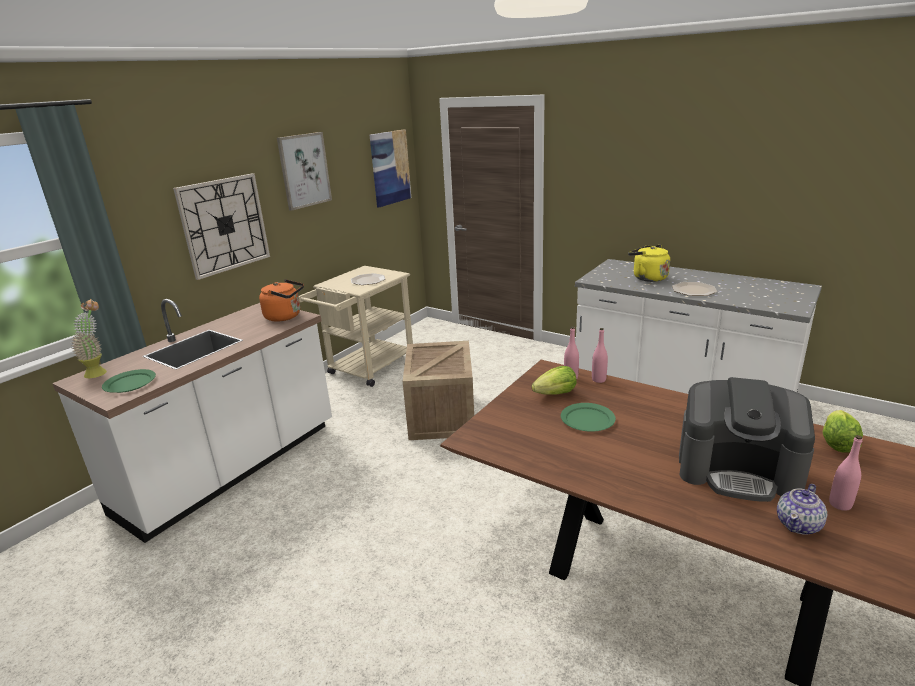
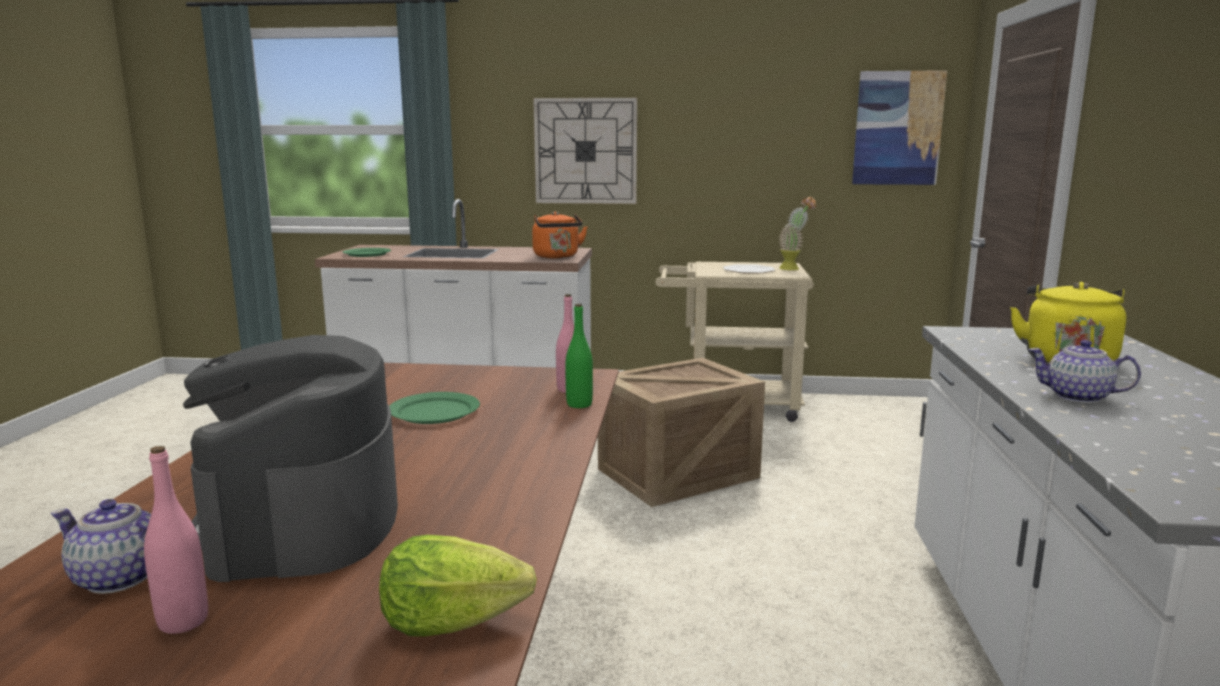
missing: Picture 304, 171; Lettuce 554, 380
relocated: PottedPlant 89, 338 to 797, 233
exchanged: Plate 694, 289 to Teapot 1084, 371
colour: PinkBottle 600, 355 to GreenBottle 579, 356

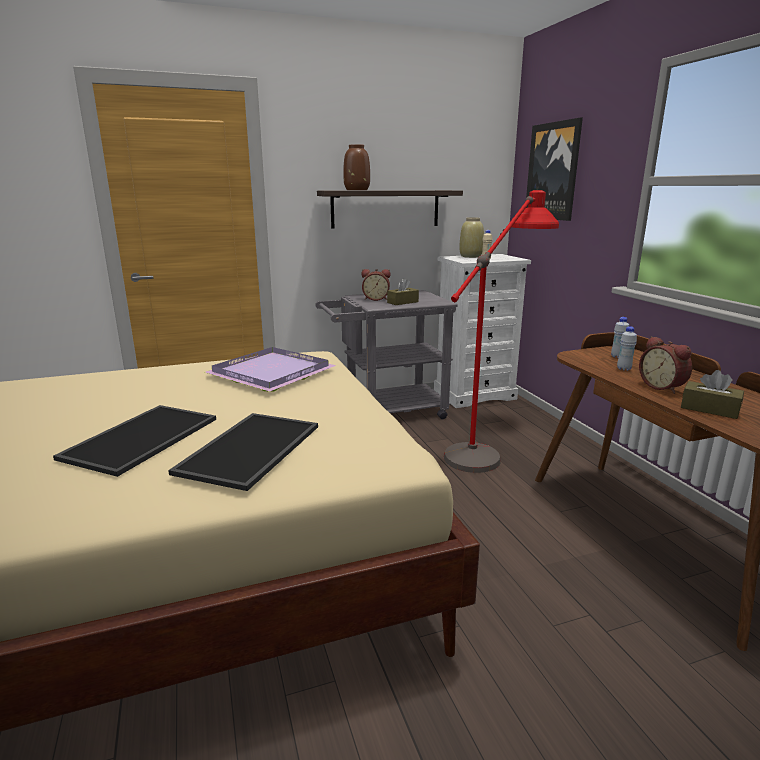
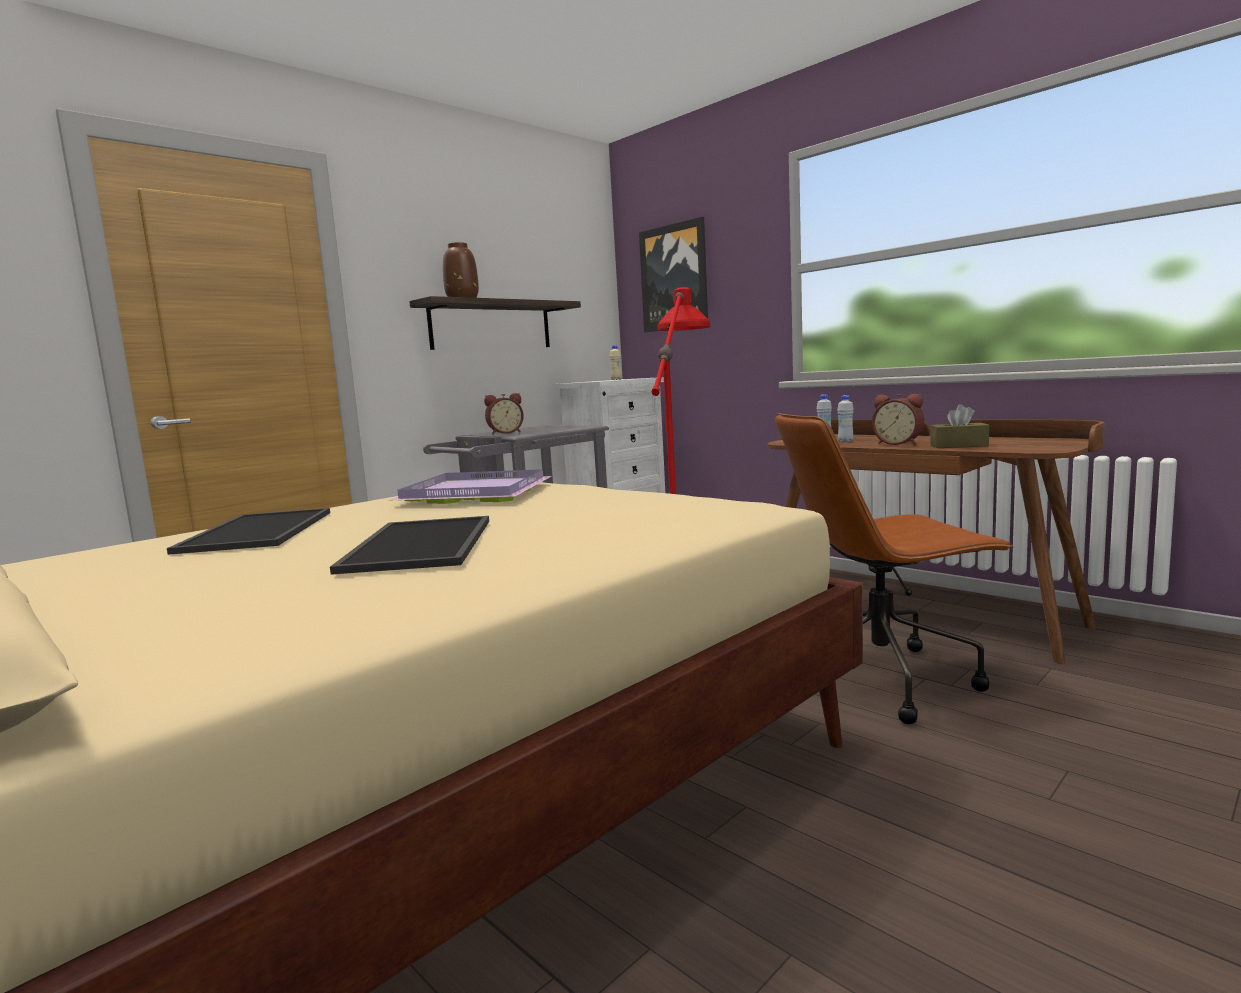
missing: BrownTissueBox 403, 291; BeigeVase 472, 237
appeared: BrownOfficeChair 894, 568
relocated: Tray 243, 452 to 248, 531

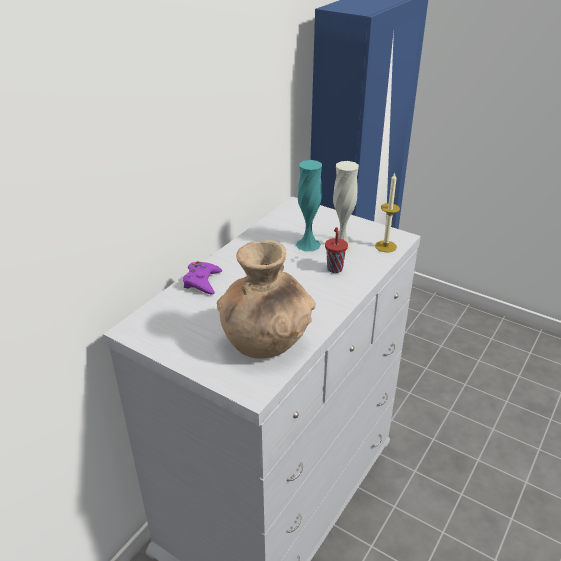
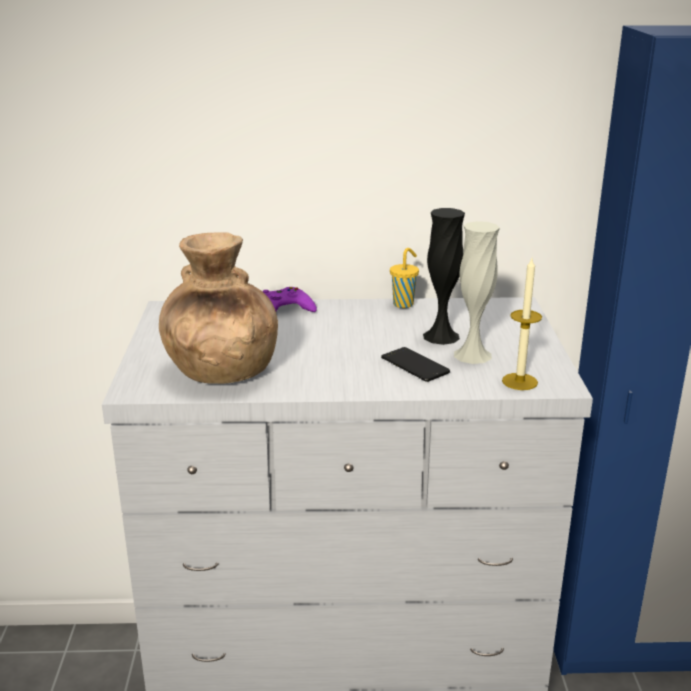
appeared: YellowCup 404, 278
exchanged: RedCup 336, 250 to Phone 415, 364
colour: TurquoiseVase 309, 205 to BlackVase 444, 276

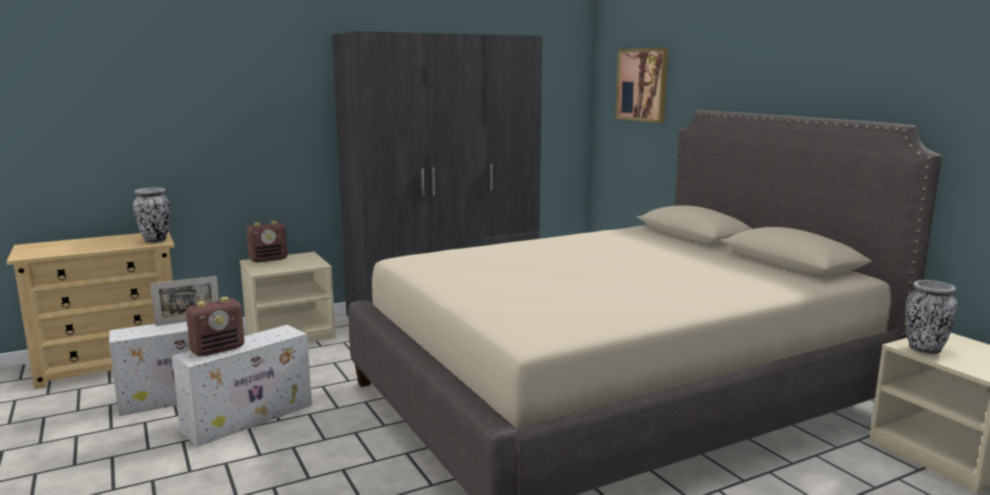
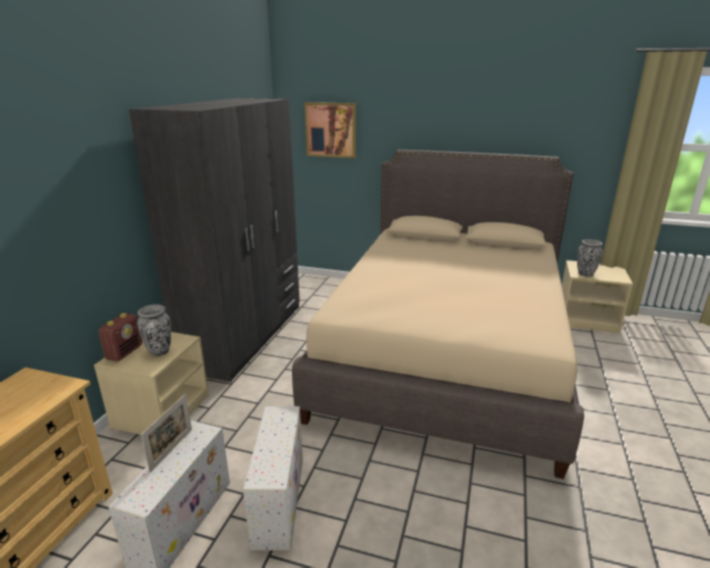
missing: Radio 215, 326
relocated: Vase 151, 215 to 154, 330

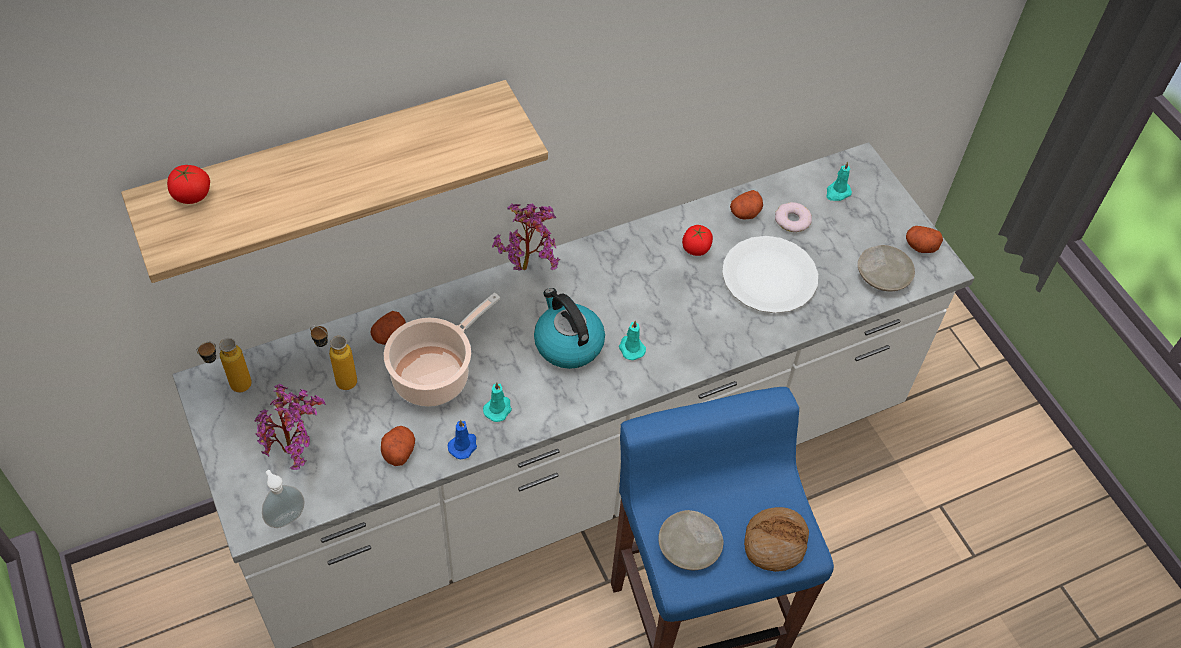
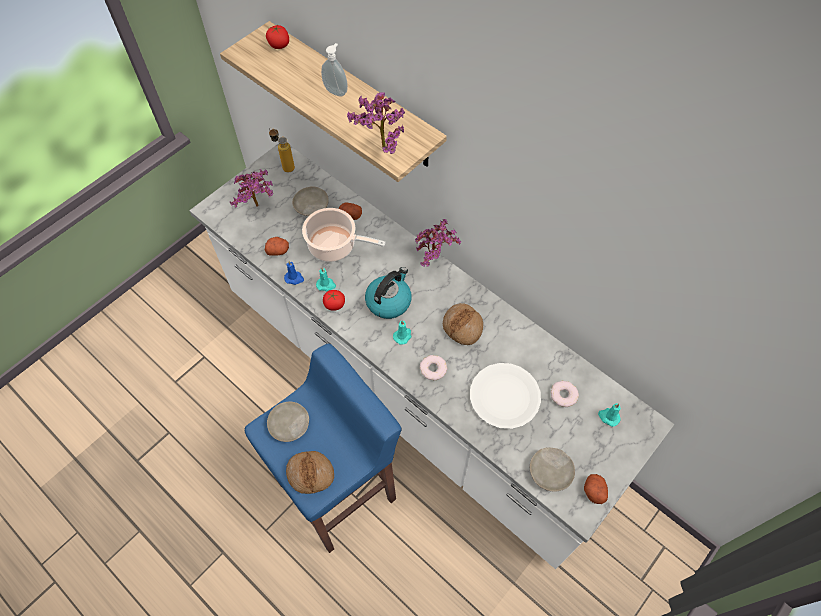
missing: Potato 746, 204
appeared: PottedPlant 376, 123; Donut 433, 368; Bread 463, 324
relocated: SoapDispenser 283, 499 to 334, 70; Tomato 697, 240 to 334, 300
exchanged: Bottle 333, 358 to BeigePlate 310, 201

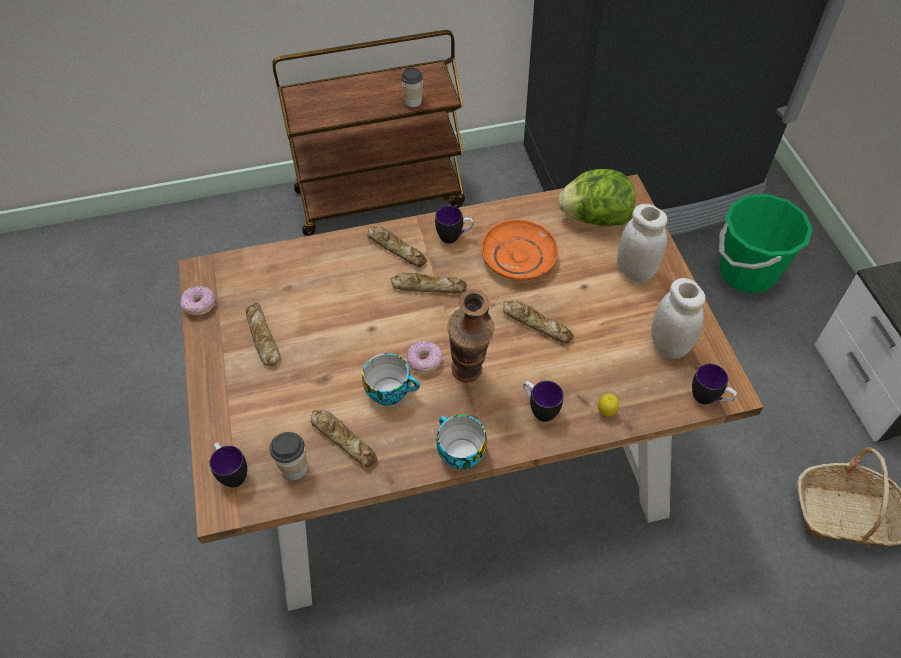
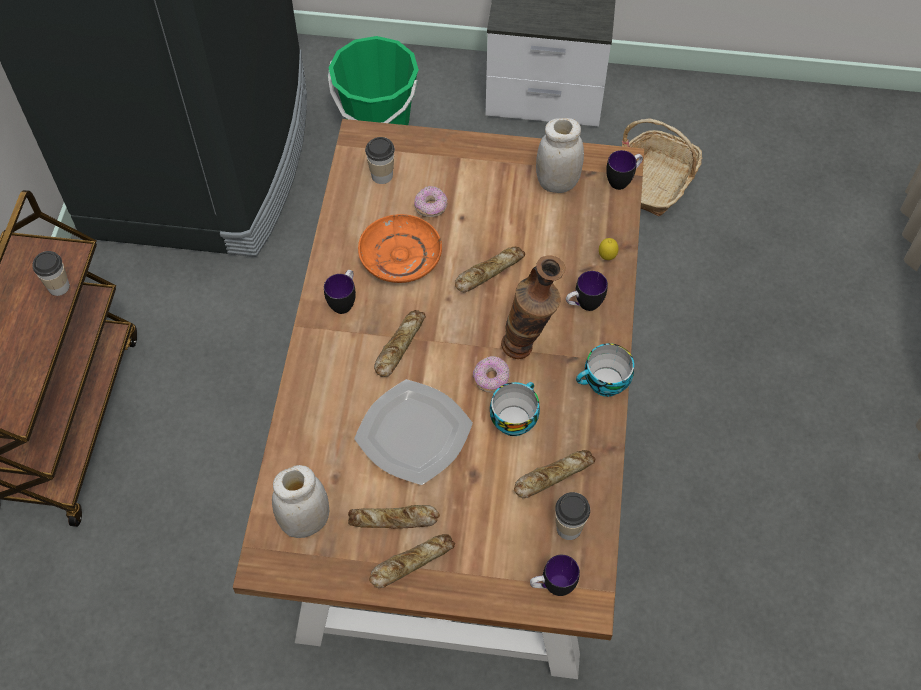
appeared: Plate 413, 432
relocated: Donut 197, 301 to 431, 202; Bread 397, 246 to 412, 561; WhiteJar 642, 243 to 300, 501
exchanged: Lettuce 596, 197 to Cup 380, 160

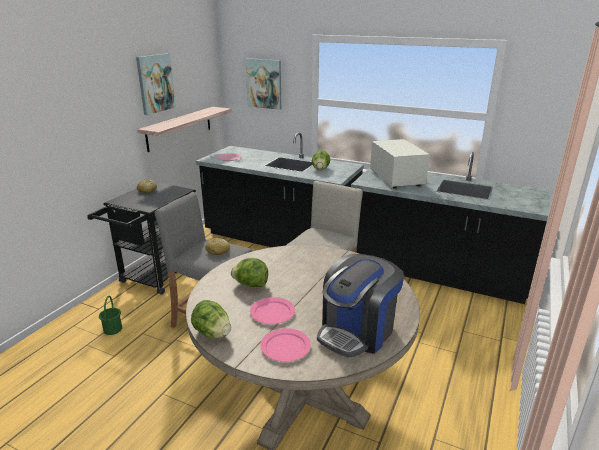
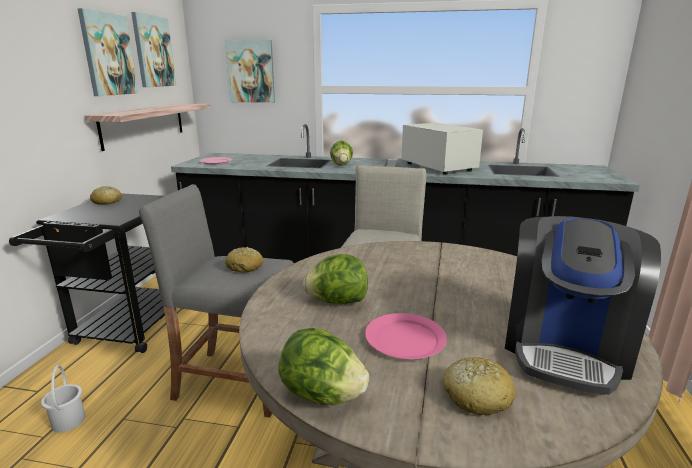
appeared: Picture 153, 49
exchanged: PinkPlate 285, 345 to Bread 479, 386
colour: GreenBucket 110, 315 to WhiteBucket 63, 399

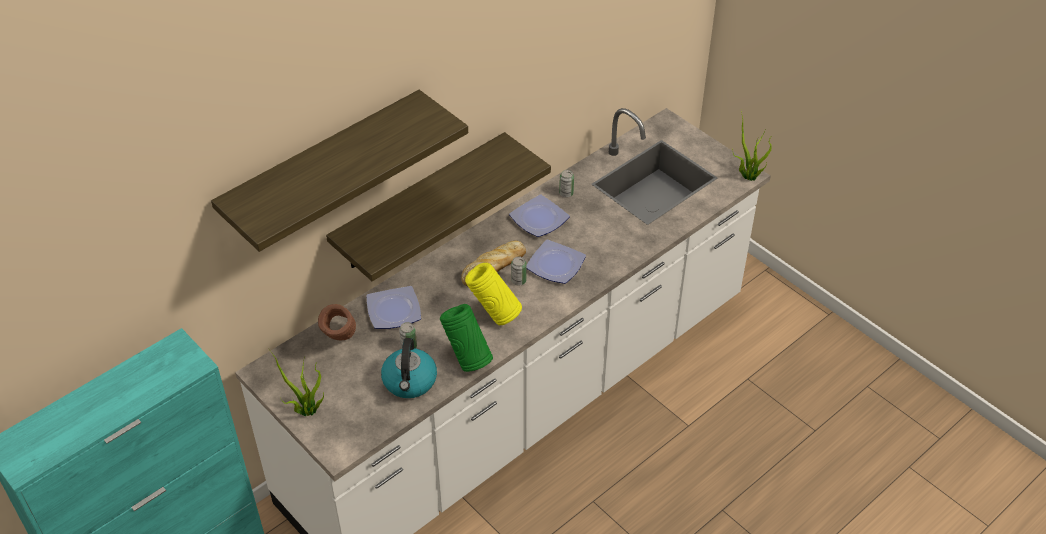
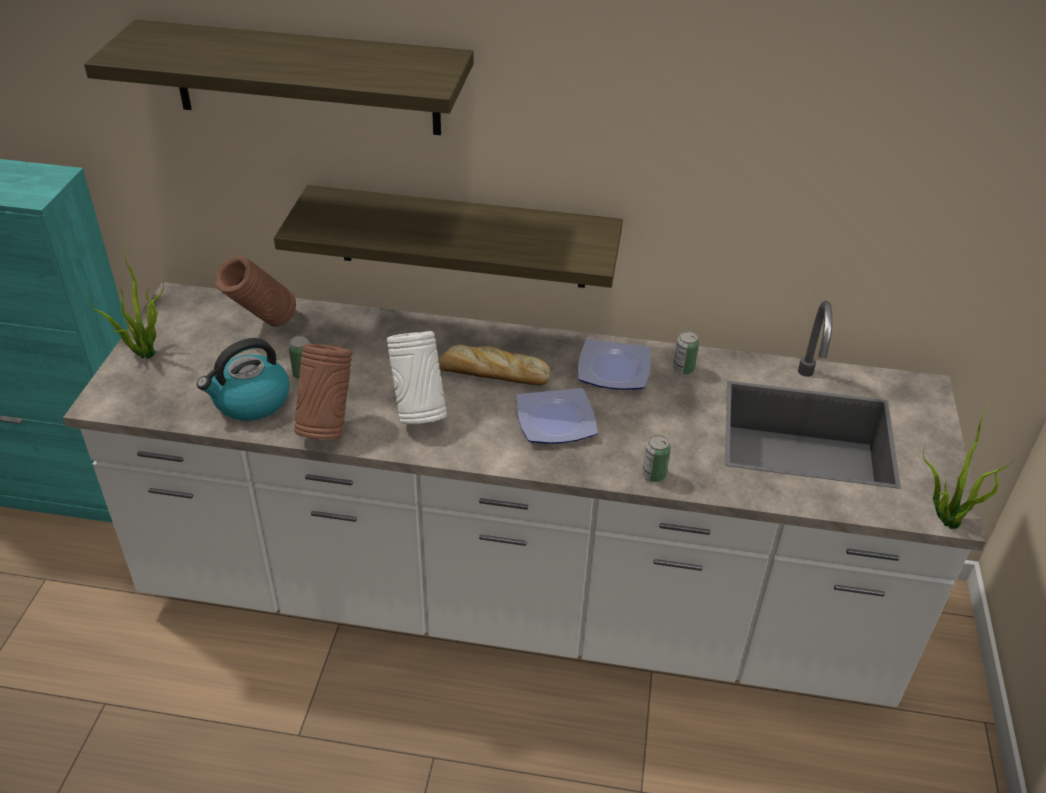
missing: Plate 393, 307
relocated: Can 519, 271 to 656, 458
colour: GreenVase 466, 338 to BrownVase 323, 392; YellowVase 493, 294 to WhiteVase 417, 377

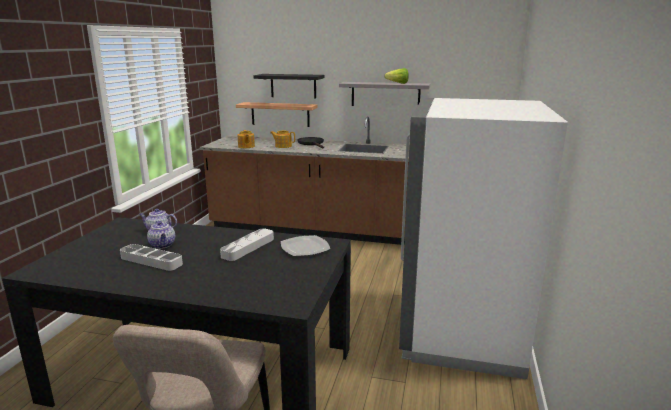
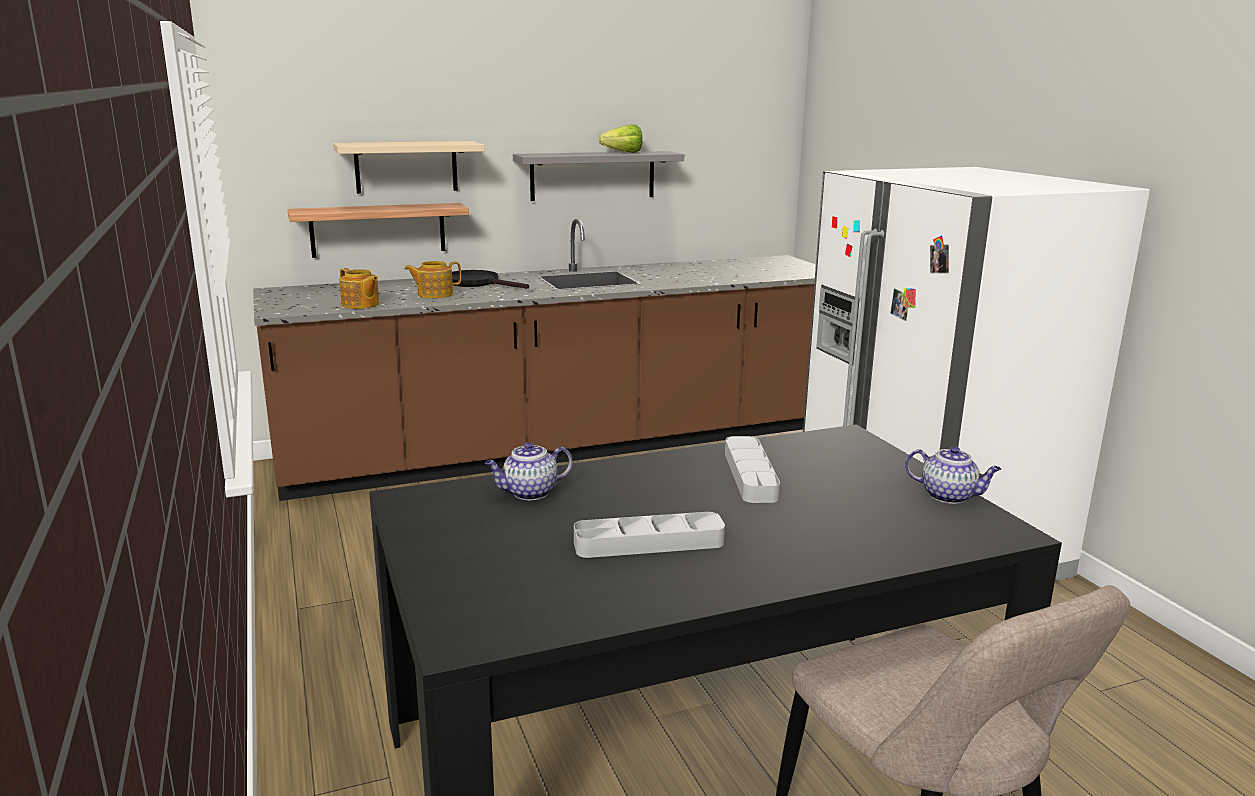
missing: Plate 305, 245
relocated: Teapot 161, 234 to 953, 475
colour: BlackShelf 289, 86 to BeigeShelf 408, 167

